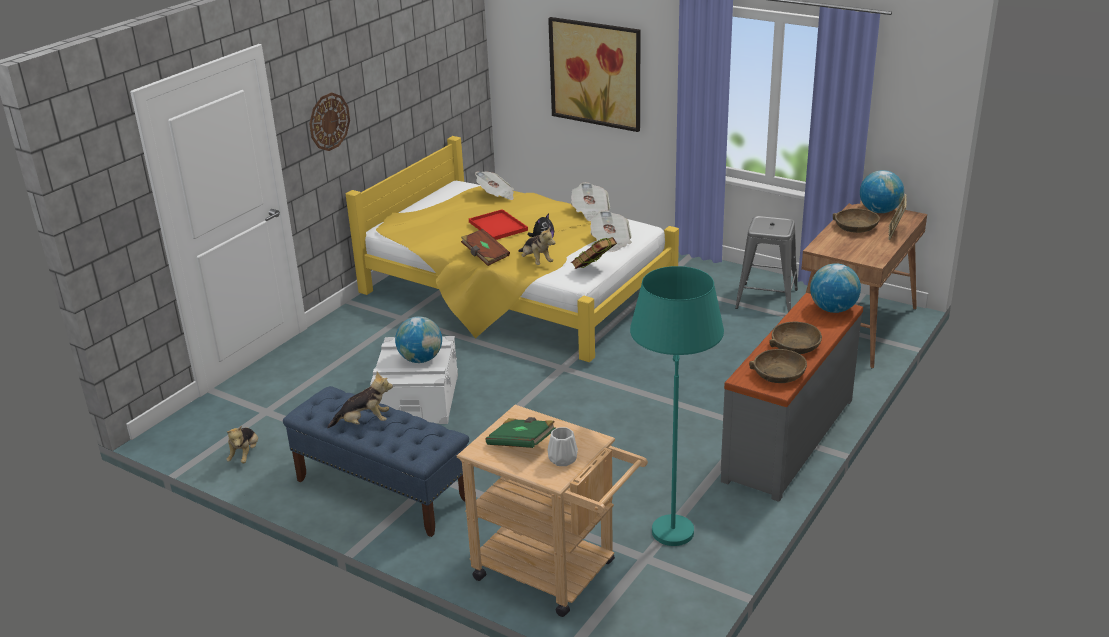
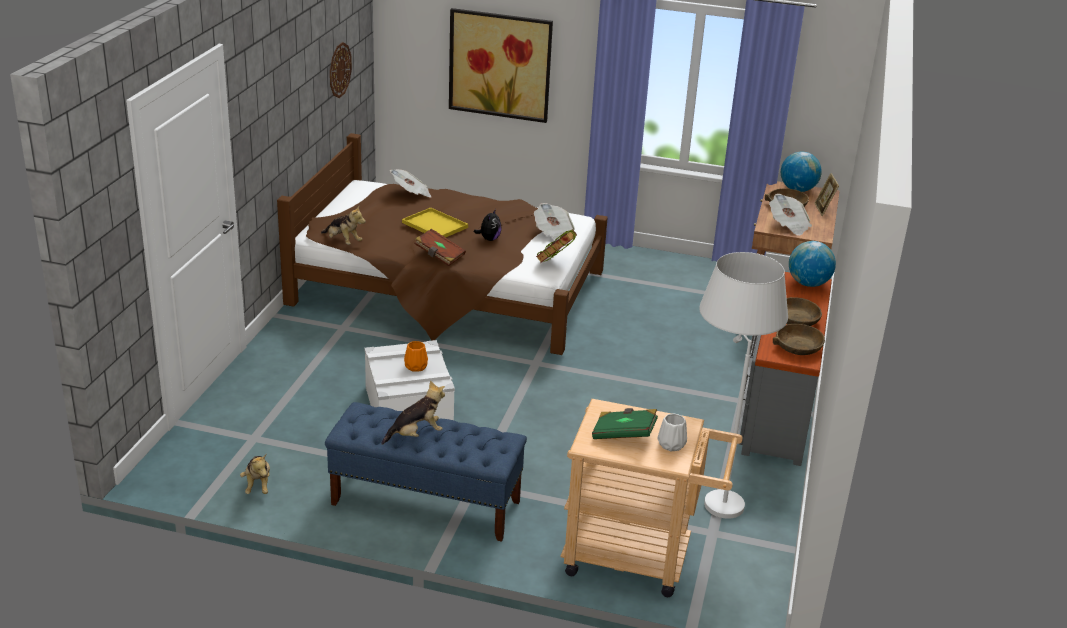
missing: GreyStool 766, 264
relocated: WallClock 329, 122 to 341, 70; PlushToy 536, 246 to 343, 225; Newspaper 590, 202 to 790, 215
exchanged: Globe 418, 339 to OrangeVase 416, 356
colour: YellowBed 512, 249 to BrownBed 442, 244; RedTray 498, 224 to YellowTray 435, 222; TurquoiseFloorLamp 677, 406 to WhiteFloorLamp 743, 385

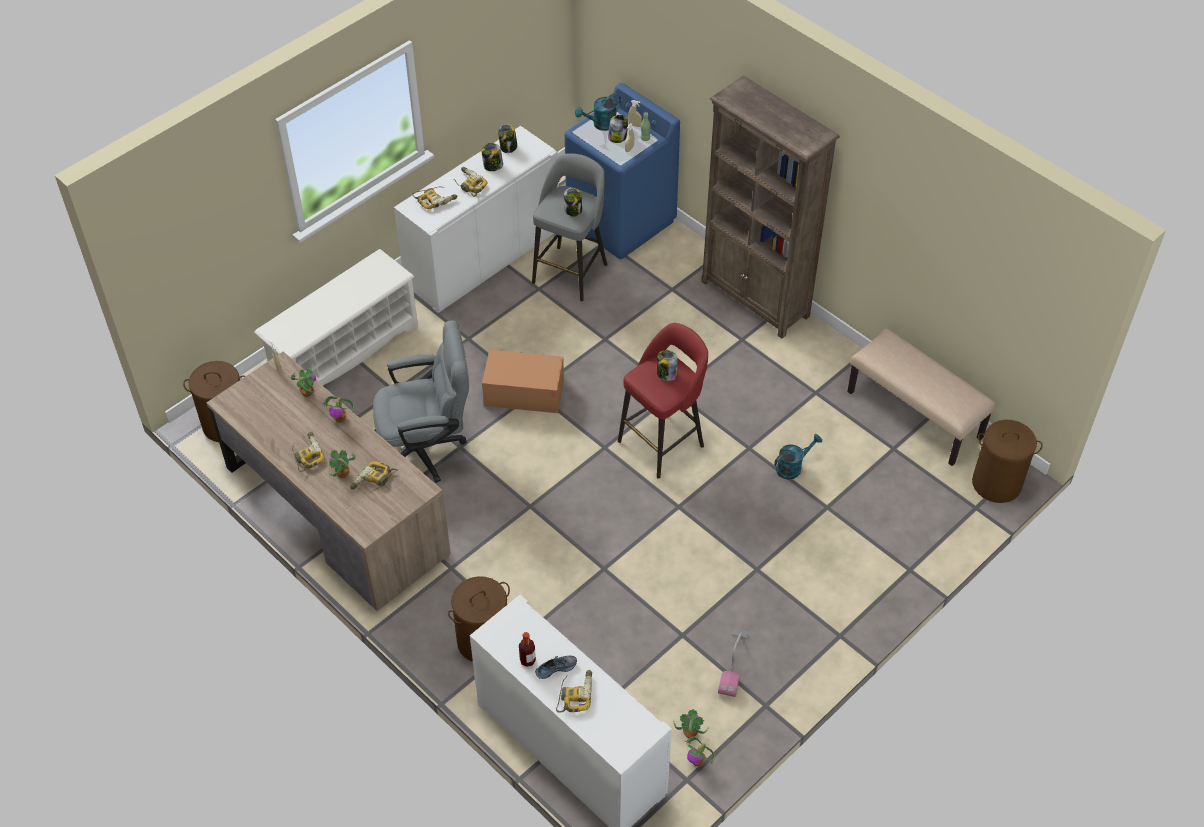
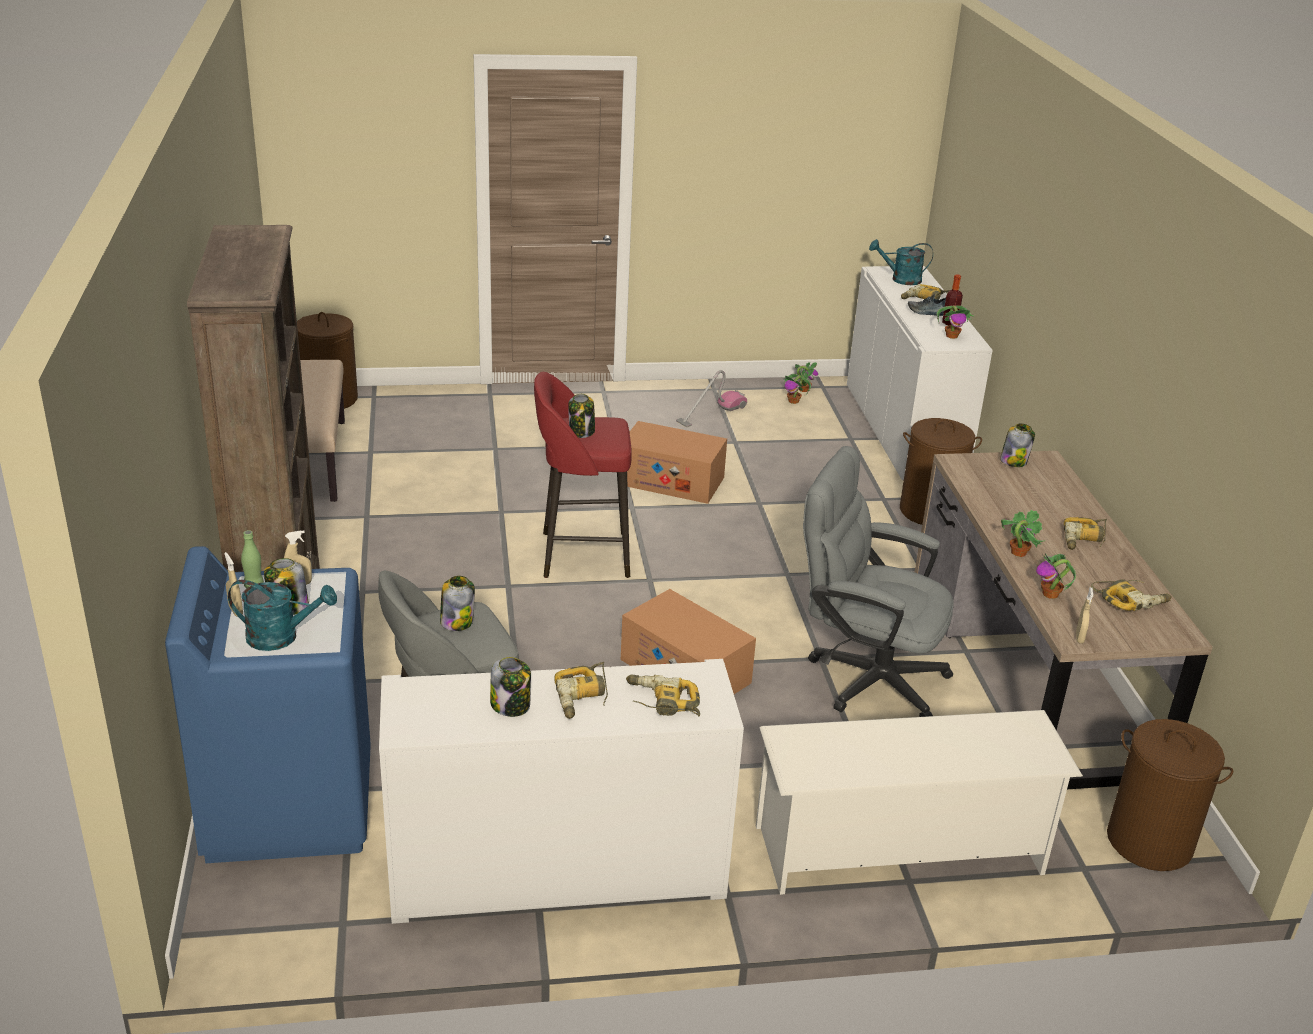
appeared: CardboardBox 677, 462
relocated: PottedPlant 342, 464 to 955, 322; PowerDrill 374, 477 to 1131, 595; Jar 507, 138 to 1017, 445; TurquoiseWateringCan 798, 457 to 901, 262

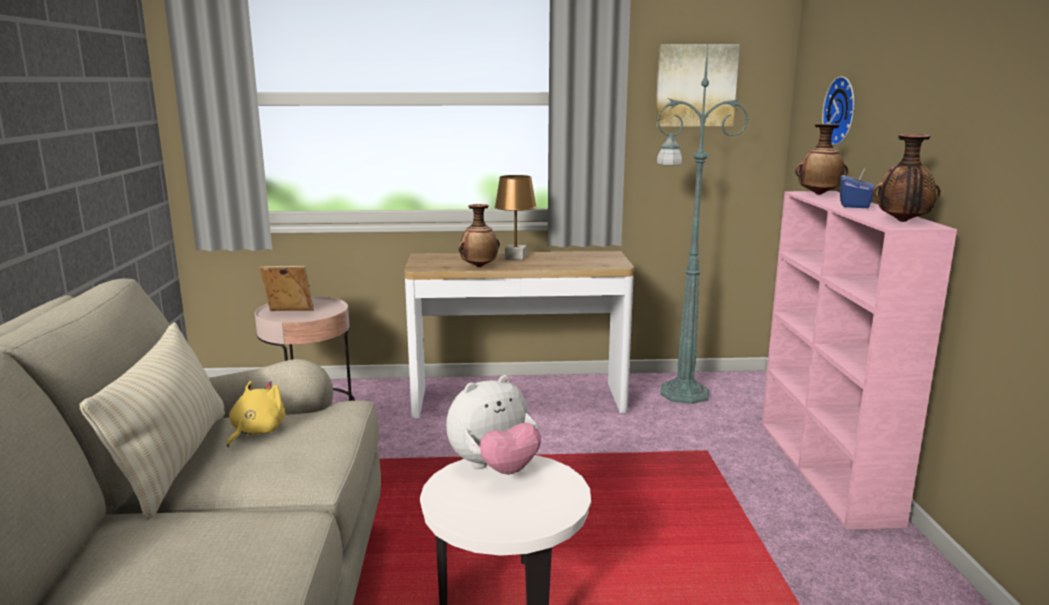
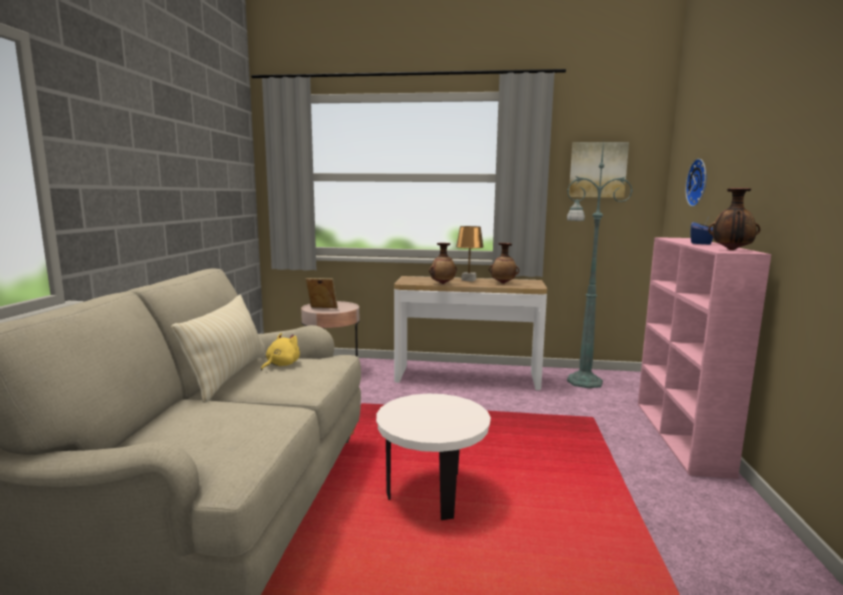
missing: PlushToy 493, 425
relocated: Vase 822, 159 to 504, 263

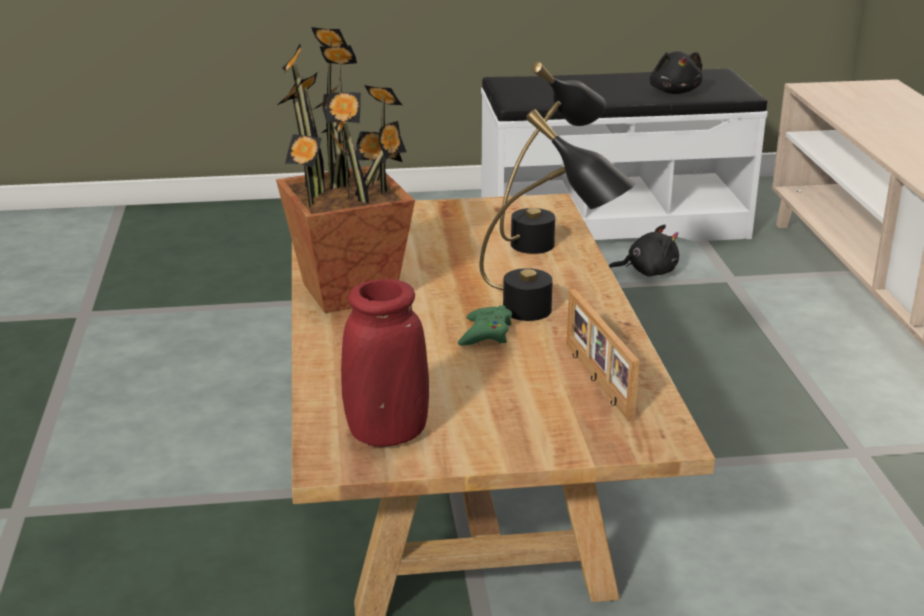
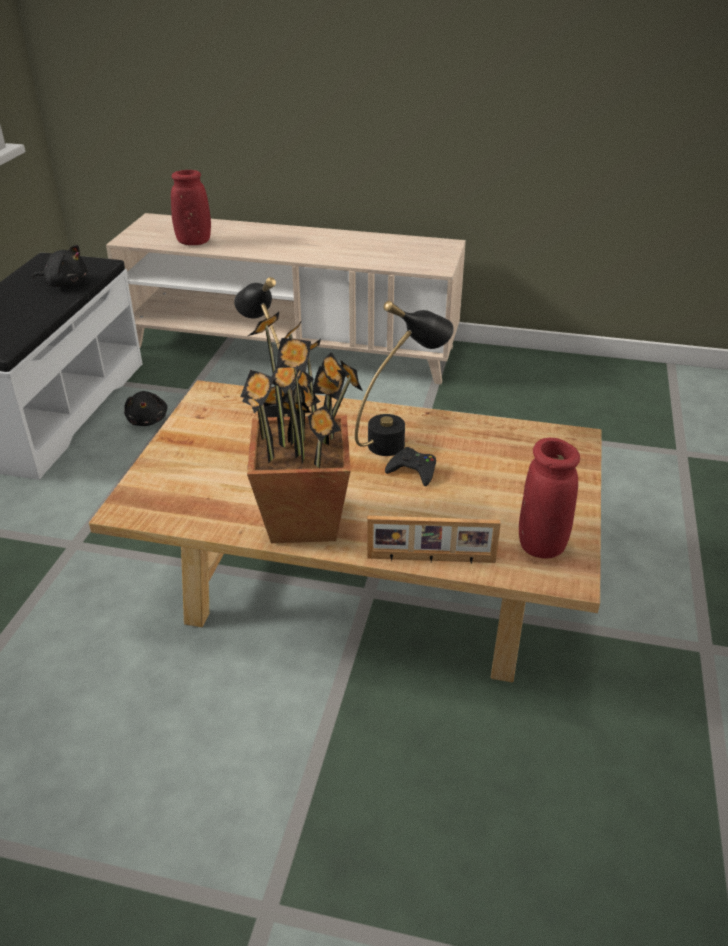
appeared: RedVase 191, 207
relocated: PictureFrame 603, 355 to 434, 540
colour: GreenGameController 485, 325 to BlackGameController 410, 466
spun: BlackPlushToy 644, 250 = 146, 408 150 degrees clockwise

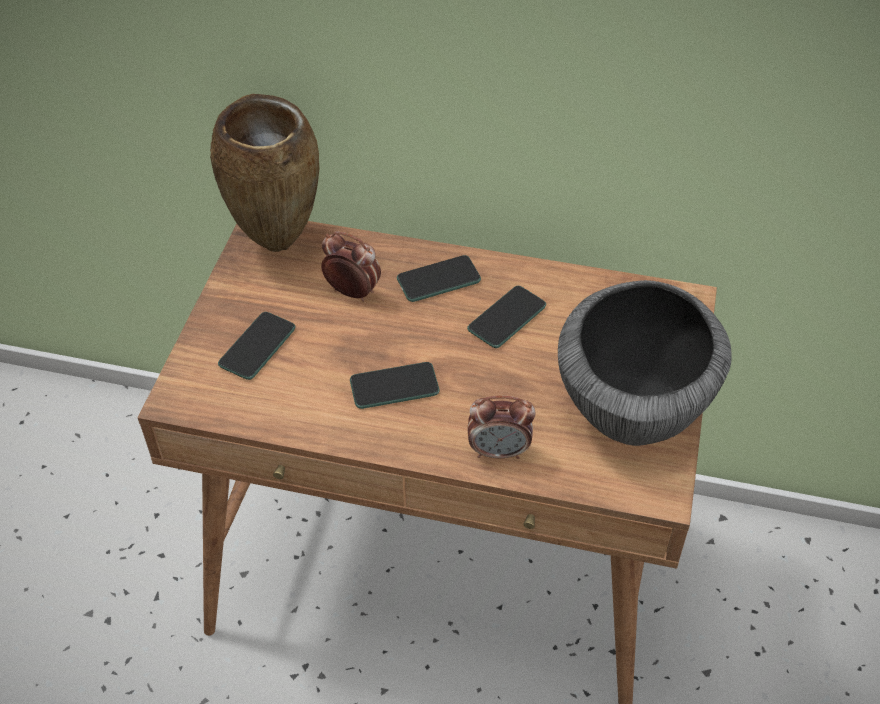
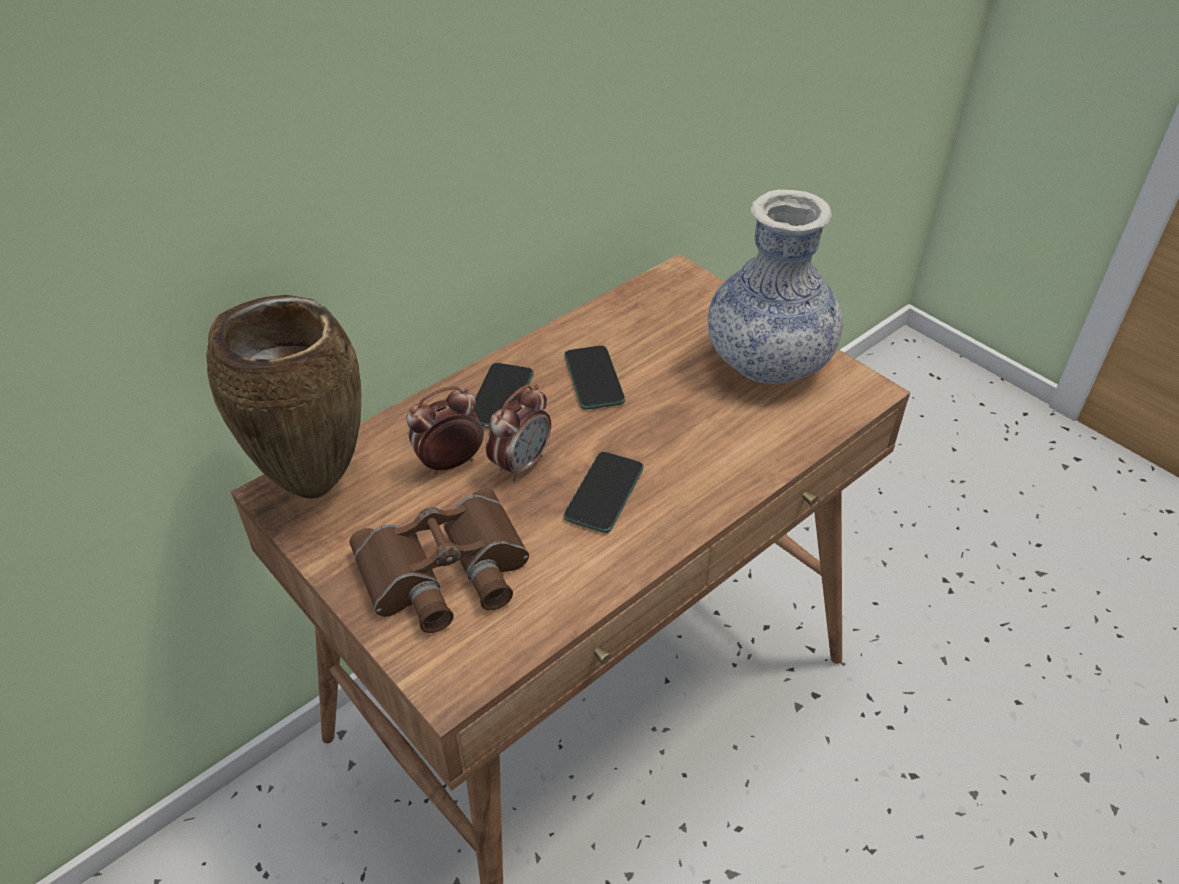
relocated: AlarmClock 502, 427 to 518, 433
exchanged: Phone 256, 346 to BrownBinoculars 439, 560; Bowl 645, 363 to Vase 775, 286

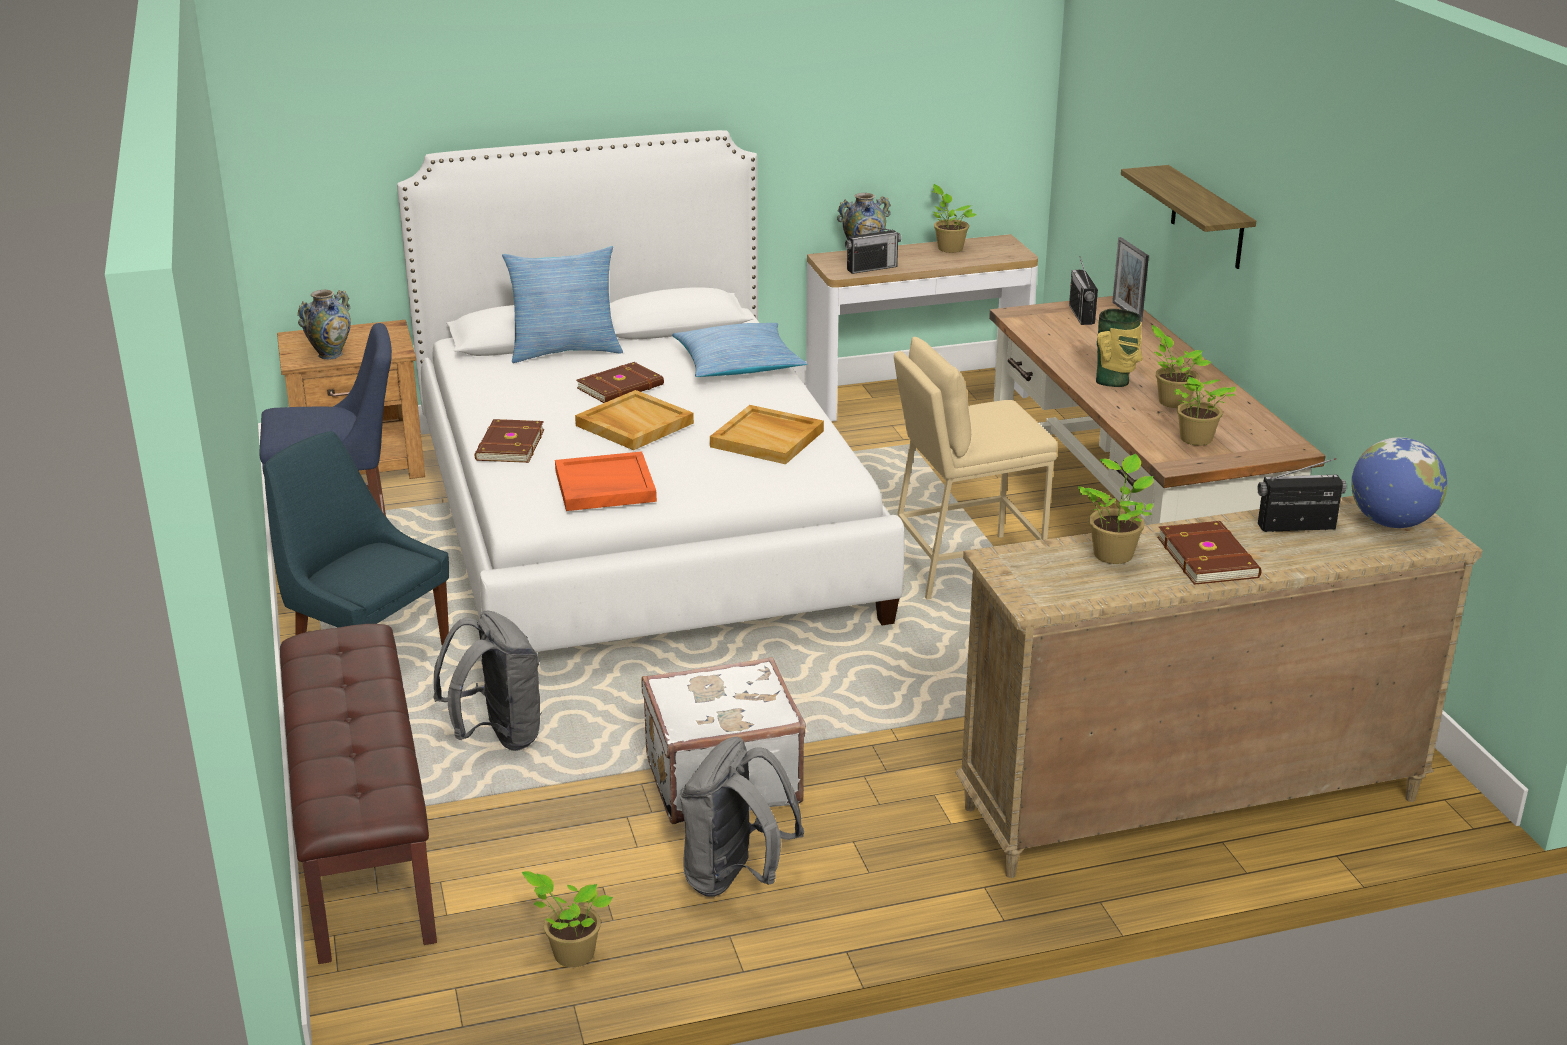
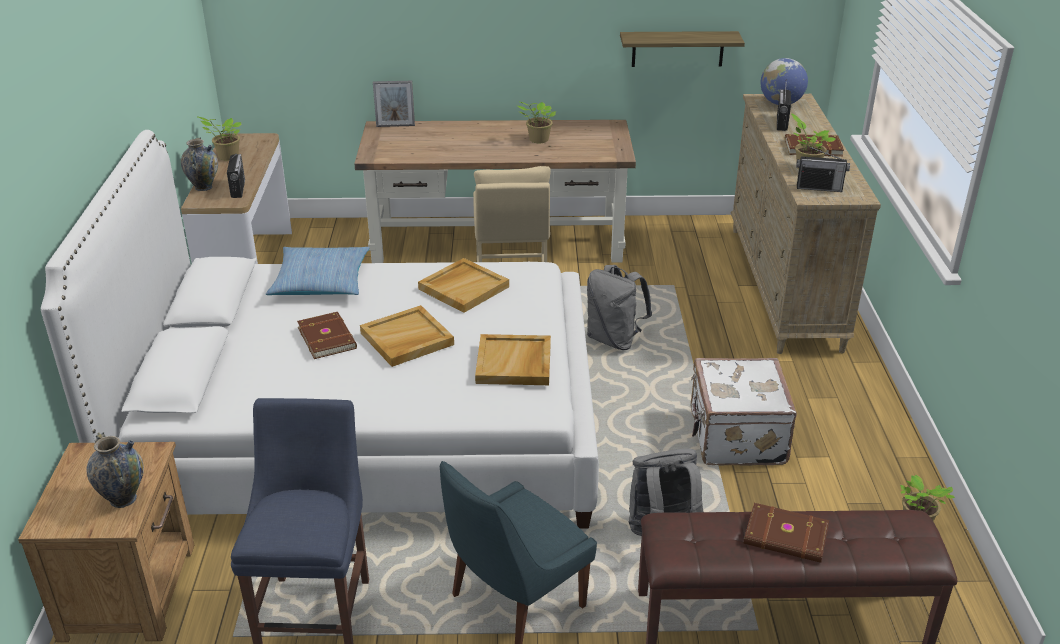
missing: Pillow 562, 304; Vase 1119, 348; PottedPlant 1204, 411
relocated: BrownBook 509, 441 to 786, 533; GreyBackpack 742, 817 to 619, 307; Radio 1083, 290 to 823, 169; Shelf 1188, 217 to 682, 49
colour: OrangeTray 606, 481 to BeigeTray 513, 359

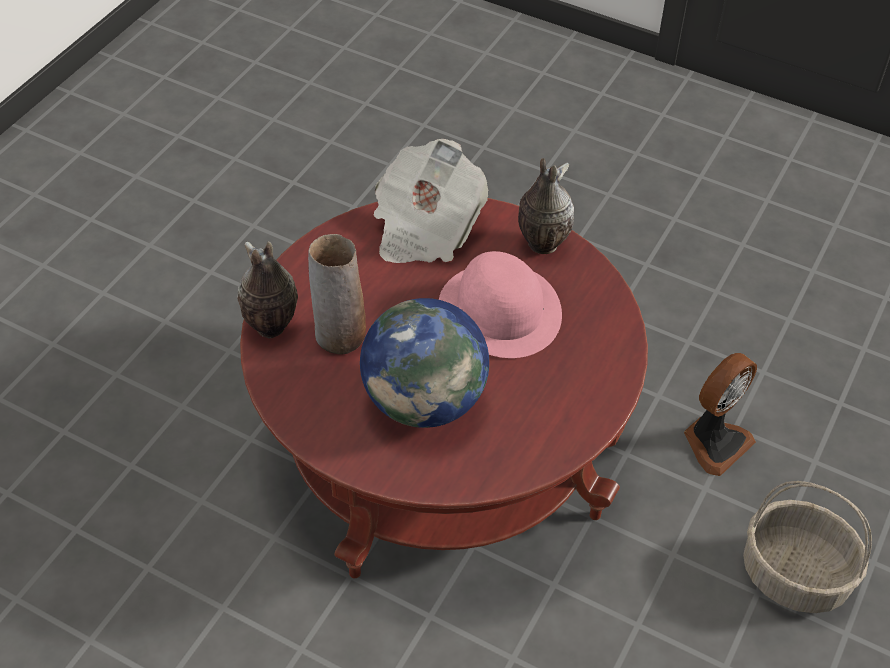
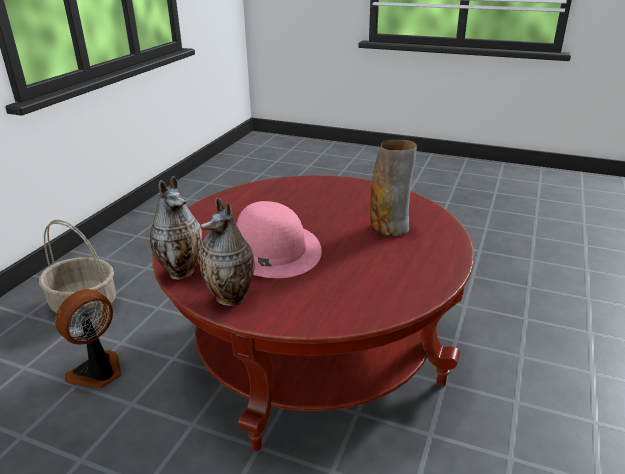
missing: Globe 424, 363; Newspaper 430, 201
relocated: Vase 267, 289 to 176, 228

